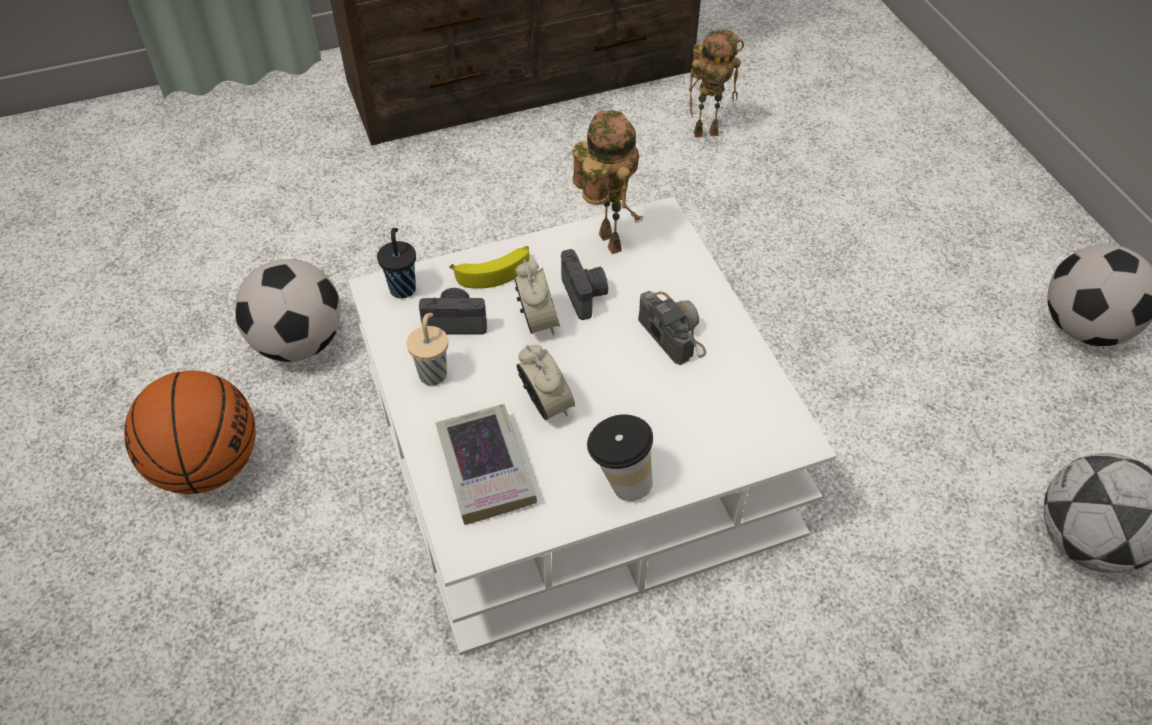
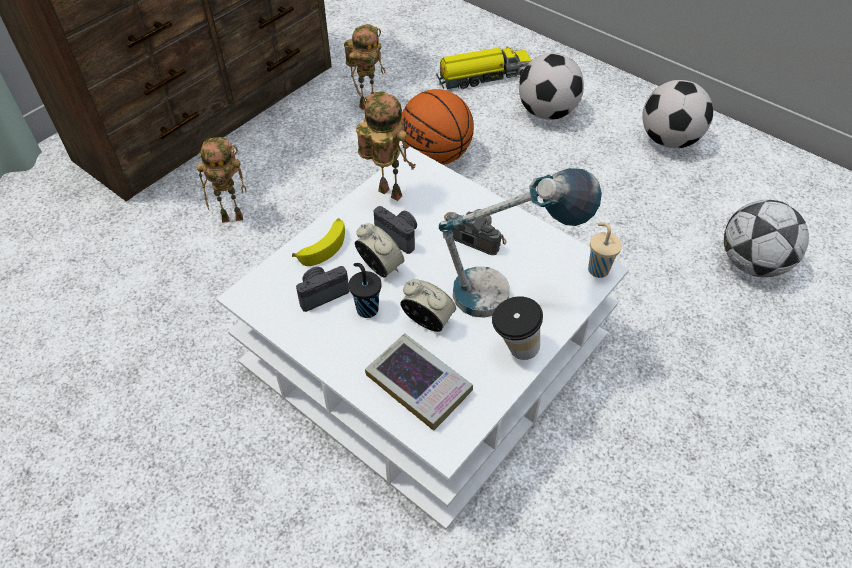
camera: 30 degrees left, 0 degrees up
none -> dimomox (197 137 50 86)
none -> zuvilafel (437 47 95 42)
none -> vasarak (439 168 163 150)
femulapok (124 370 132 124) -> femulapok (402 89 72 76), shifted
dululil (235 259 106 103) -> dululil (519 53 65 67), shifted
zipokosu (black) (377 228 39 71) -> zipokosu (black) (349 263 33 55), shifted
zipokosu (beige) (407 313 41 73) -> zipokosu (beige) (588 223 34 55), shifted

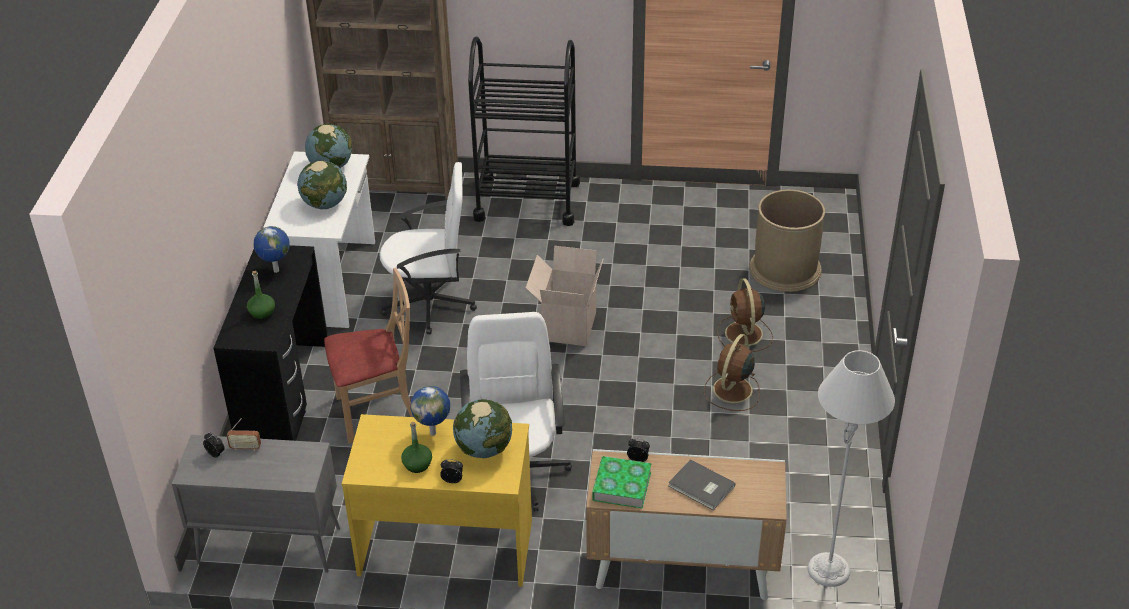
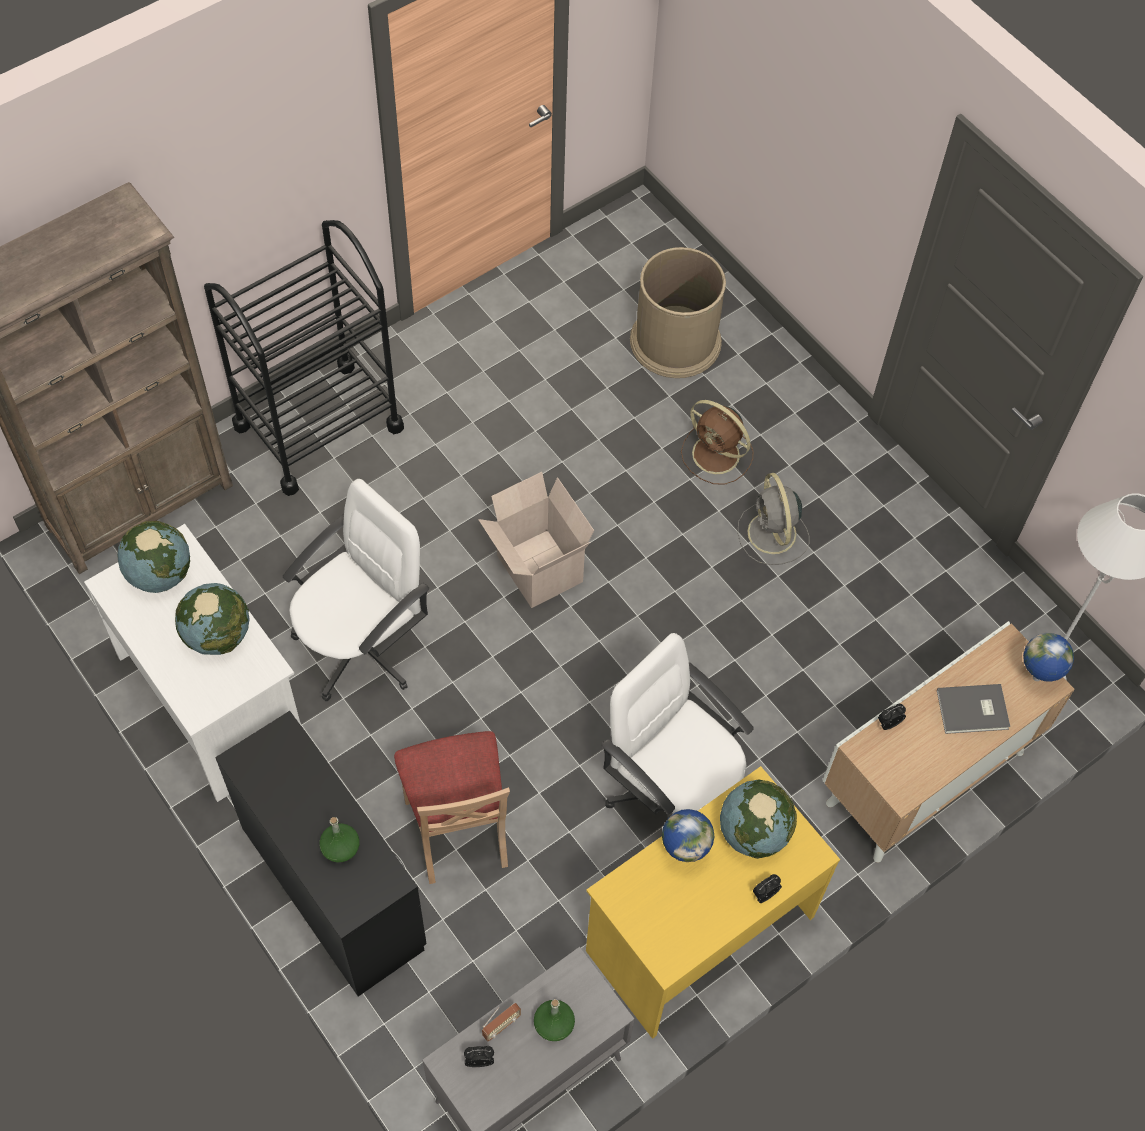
camera: 45 degrees left, 20 degrees up
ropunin (592 456 60 53) -> none
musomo (254 226 36 47) -> musomo (1023 633 51 49), shifted
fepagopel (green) (401 422 31 51) -> fepagopel (green) (534 999 41 42), shifted
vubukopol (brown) (704 334 56 77) -> vubukopol (grey) (737 473 73 92)
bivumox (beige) (324 268 89 175) -> bivumox (beige) (394 731 116 153), 135 degrees clockwise

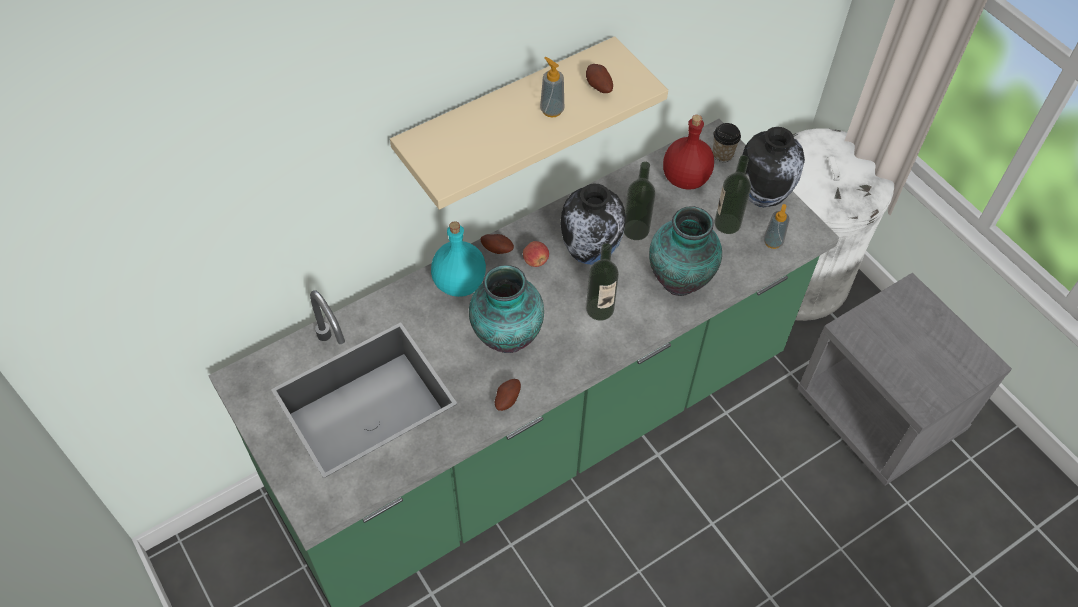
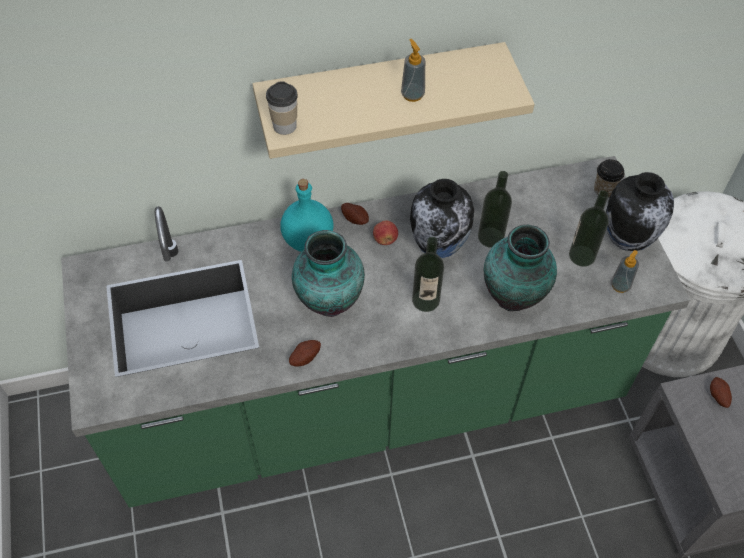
camera: 20 degrees right, 0 degrees up
fepagopel (red) (663 115 51 75) -> none
none -> zipokosu (266 81 32 54)
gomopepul (586 64 27 29) -> gomopepul (710 377 22 31), shifted

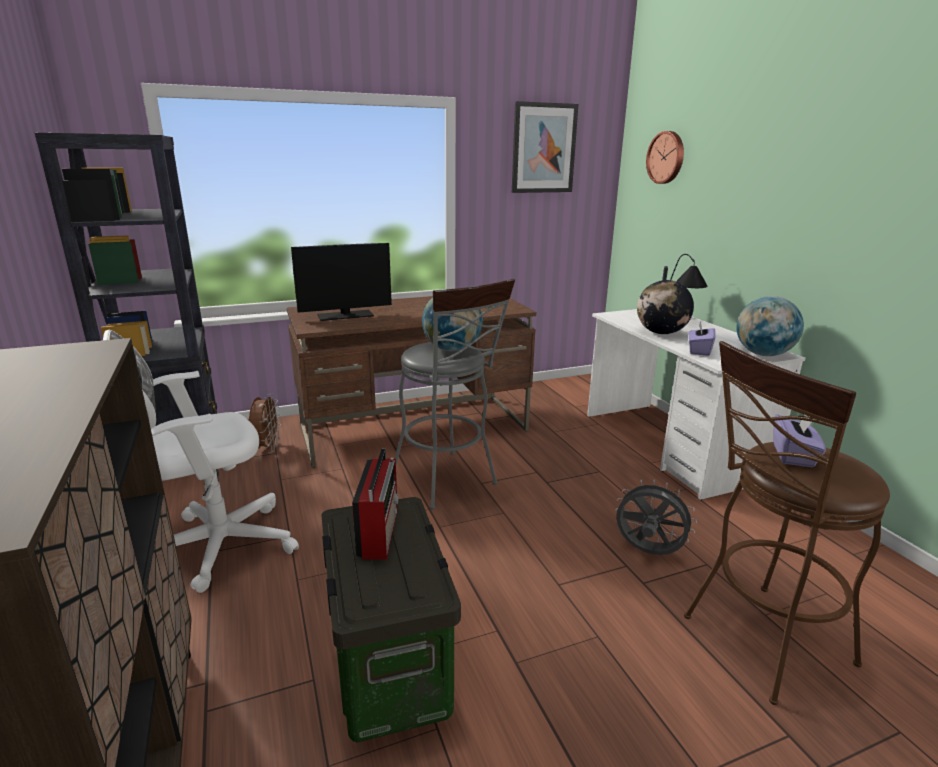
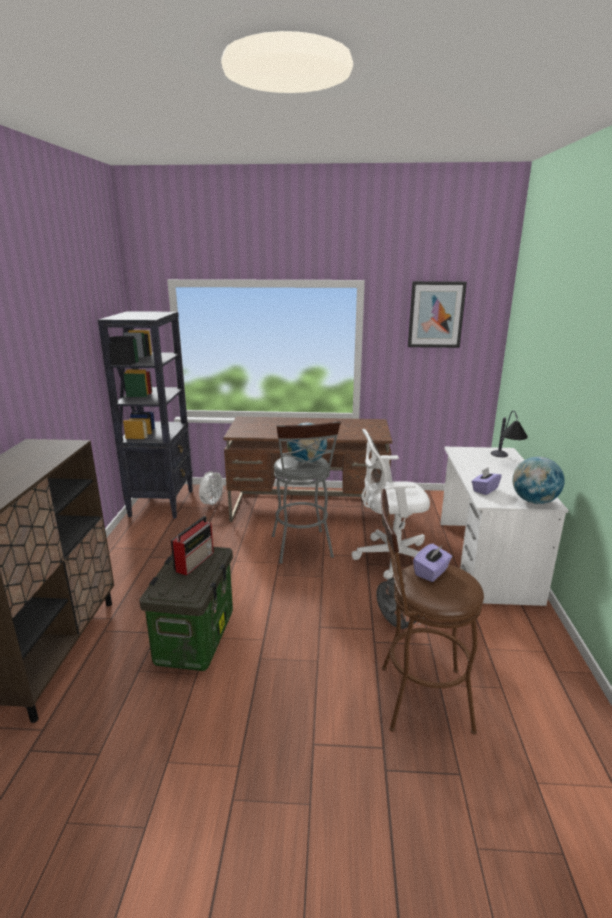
camera: 25 degrees right, 0 degrees up
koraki (291 243 101 78) -> none
musomo (637 280 57 54) -> none
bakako (646 131 38 53) -> none
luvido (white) (103 330 196 263) -> luvido (white) (351 429 79 151), shifted
vubukopol (brown) (248 393 33 60) -> vubukopol (white) (199 470 27 38)

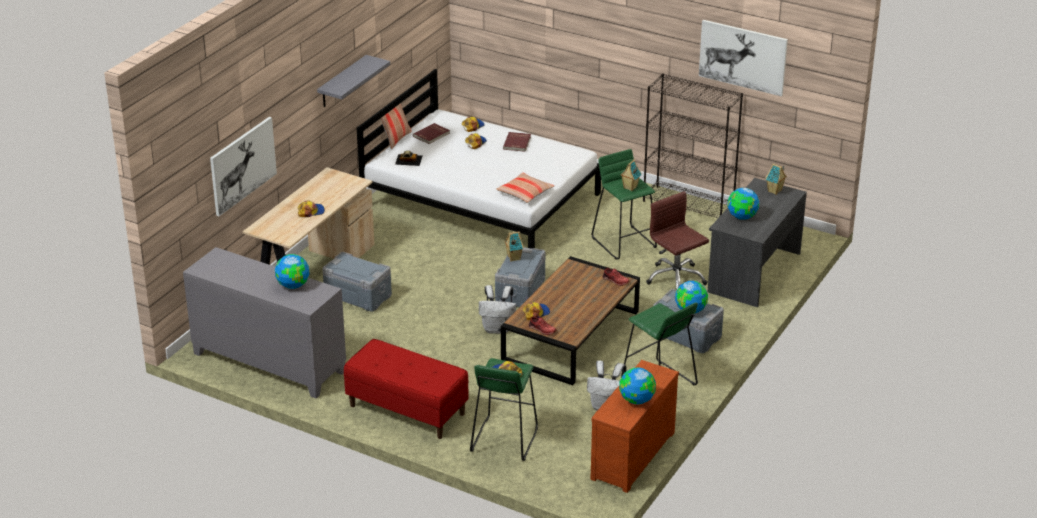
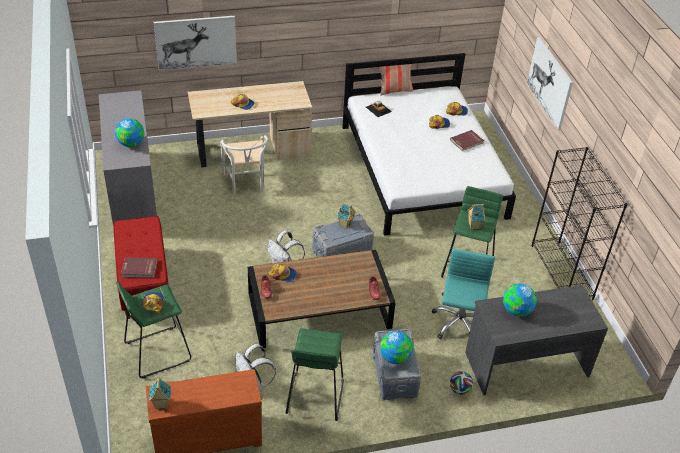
camera: 45 degrees right, 10 degrees up
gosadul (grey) (317 55 73 52) -> none
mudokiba (496 173 58 30) -> none
musomo (619 367 37 37) -> none
none -> dululil (450 371 23 24)
ropunin (red) (413 123 37 21) -> ropunin (red) (121 257 37 21), shifted
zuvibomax (699 20 89 76) -> zuvibomax (527 37 46 93), shifted
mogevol (765 163 22 32) -> mogevol (149 377 22 32), shifted
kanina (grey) (322 252 70 60) -> bivumox (white) (220 135 48 59)
luvido (brown) (646 191 63 99) -> luvido (turquoise) (432 249 63 90)

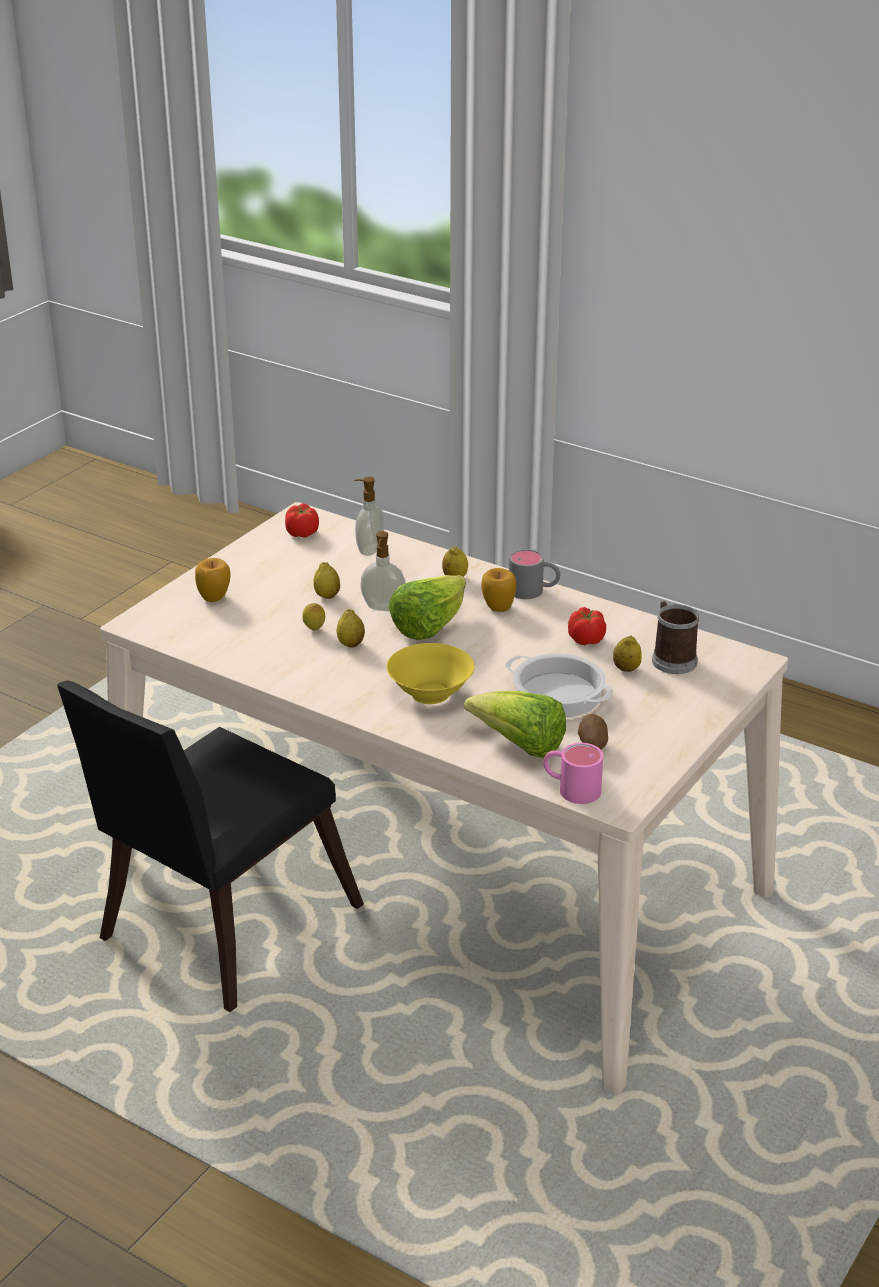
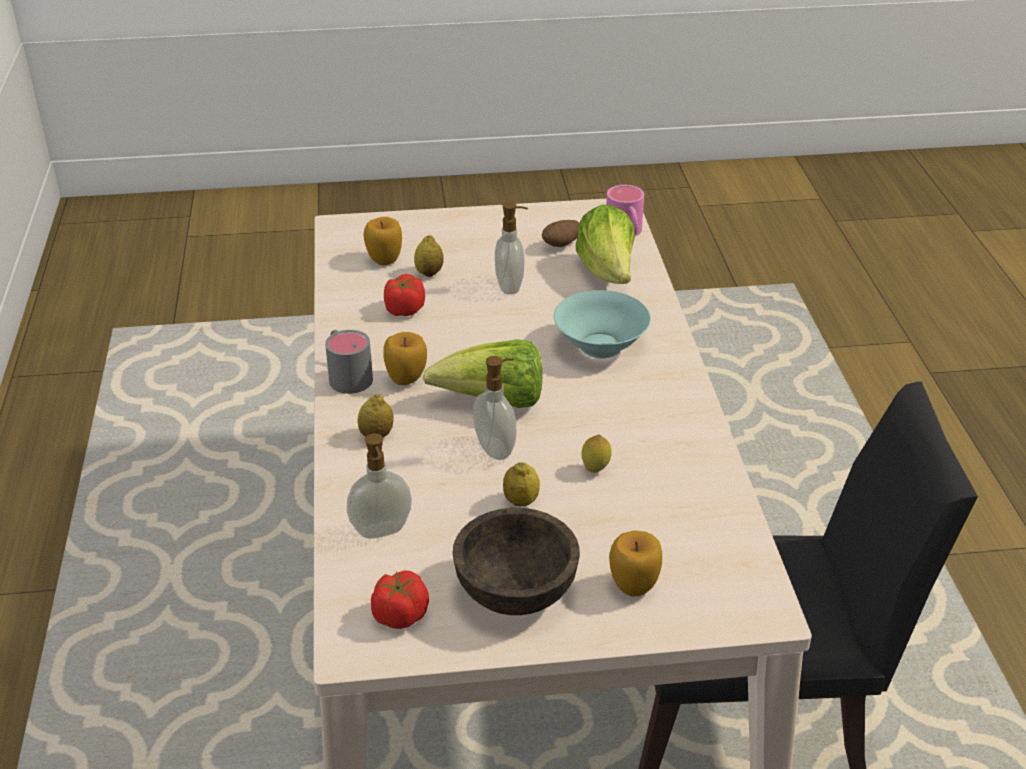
camera: 130 degrees left, 5 degrees up
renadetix (337 609 28 39) -> none
none -> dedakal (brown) (453 508 127 107)
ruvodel (505 653 109 65) -> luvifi (495 202 33 93)
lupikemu (652 601 47 73) -> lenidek (363 217 39 48)
dedakal (yellow) (386 643 89 61) -> dedakal (turquoise) (554 290 97 68)

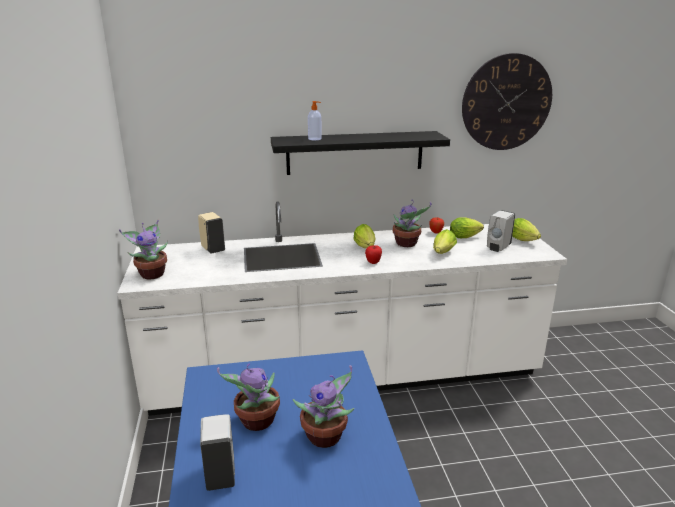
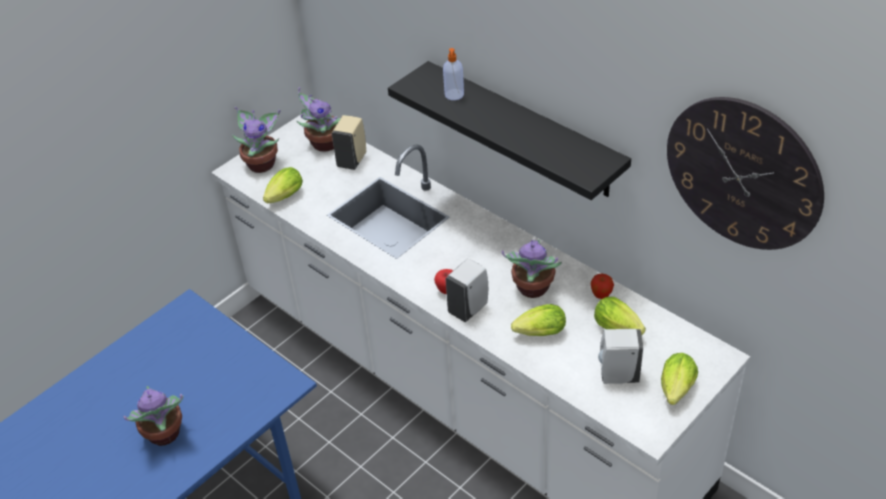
camera: 55 degrees right, 20 degrees up
luvifi (white) (200 414 35 77) -> luvifi (white) (445 258 43 64), shifted
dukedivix (217 363 63 68) -> dukedivix (297 87 50 65), shifted
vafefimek (353 224 23 24) -> vafefimek (263 167 40 36), shifted

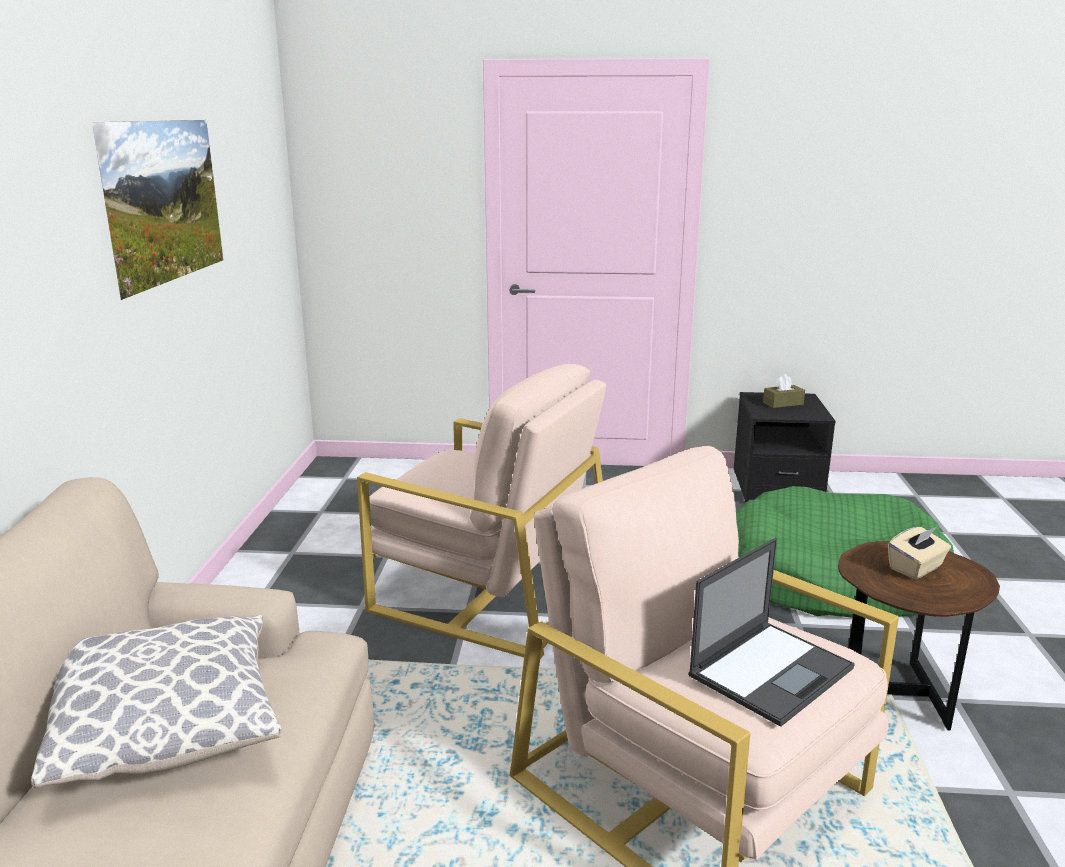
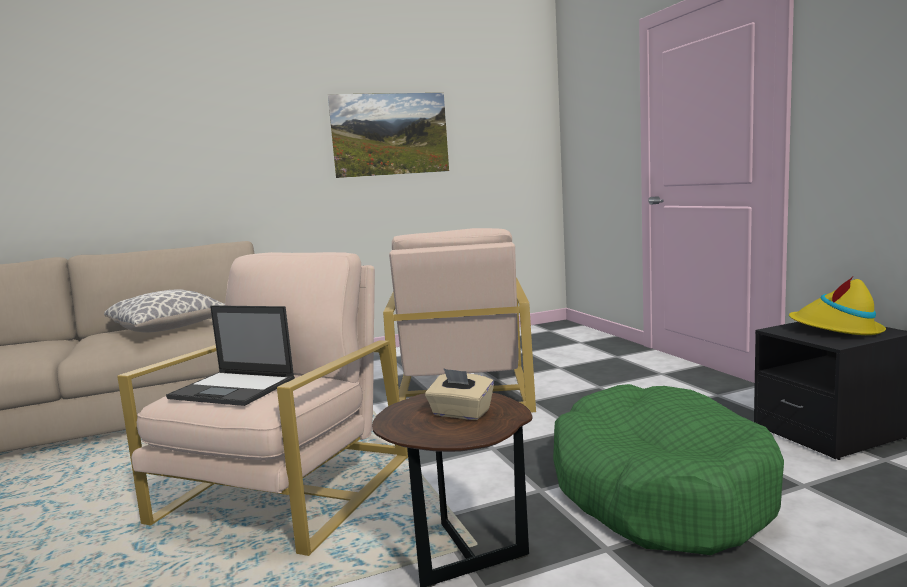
camera: 65 degrees right, 10 degrees down
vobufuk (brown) (763 374 42 34) -> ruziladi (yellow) (789 276 97 59)

